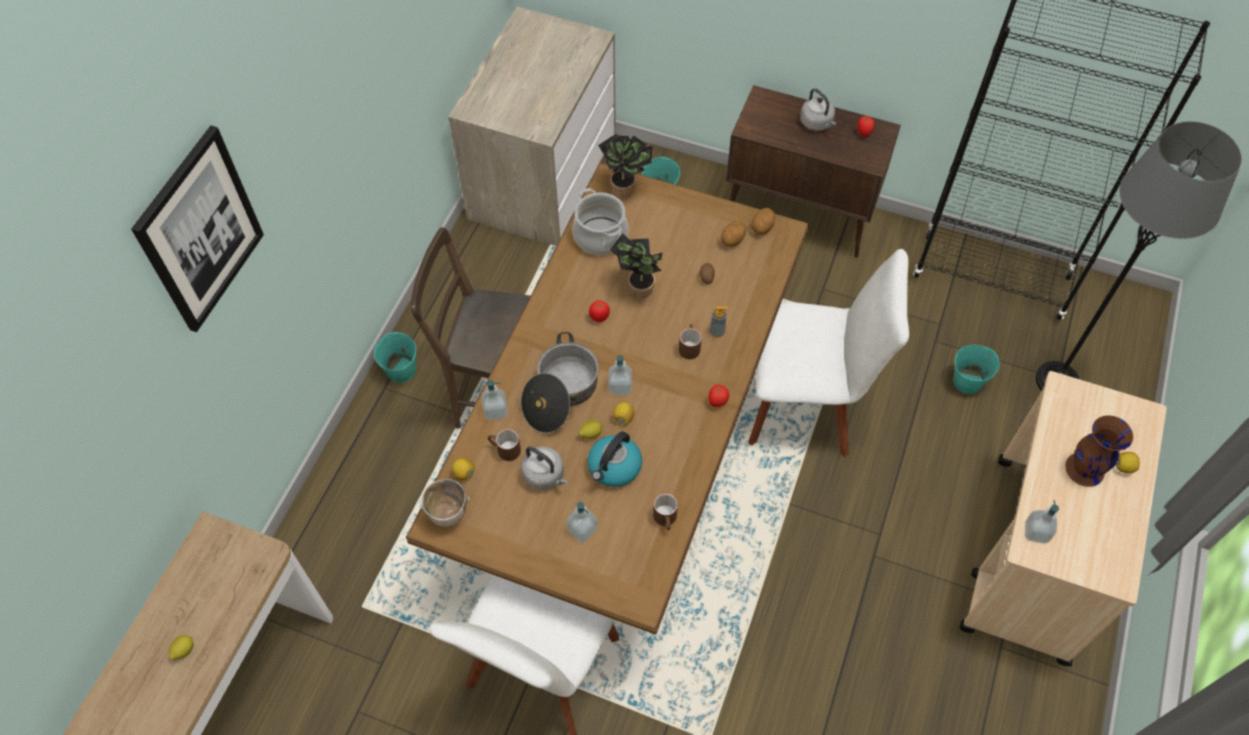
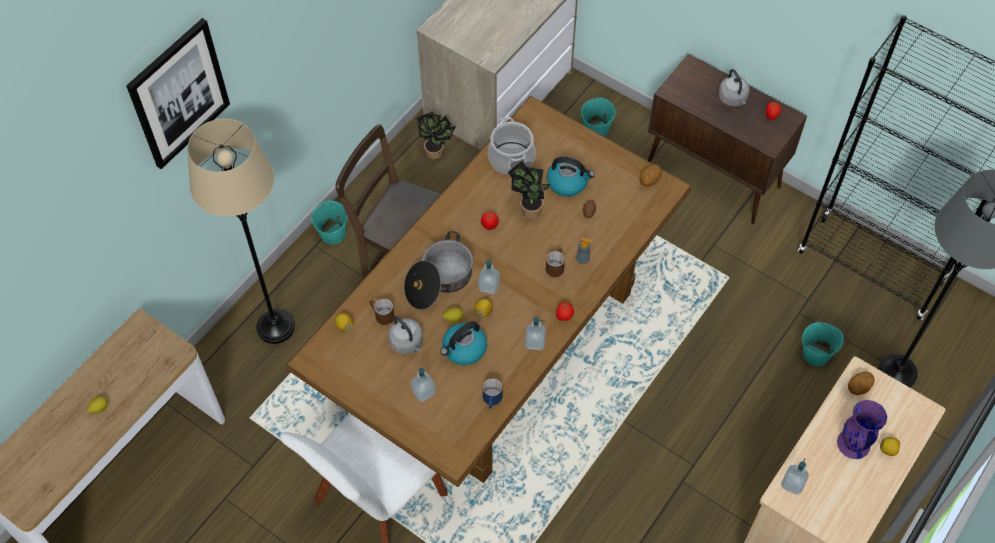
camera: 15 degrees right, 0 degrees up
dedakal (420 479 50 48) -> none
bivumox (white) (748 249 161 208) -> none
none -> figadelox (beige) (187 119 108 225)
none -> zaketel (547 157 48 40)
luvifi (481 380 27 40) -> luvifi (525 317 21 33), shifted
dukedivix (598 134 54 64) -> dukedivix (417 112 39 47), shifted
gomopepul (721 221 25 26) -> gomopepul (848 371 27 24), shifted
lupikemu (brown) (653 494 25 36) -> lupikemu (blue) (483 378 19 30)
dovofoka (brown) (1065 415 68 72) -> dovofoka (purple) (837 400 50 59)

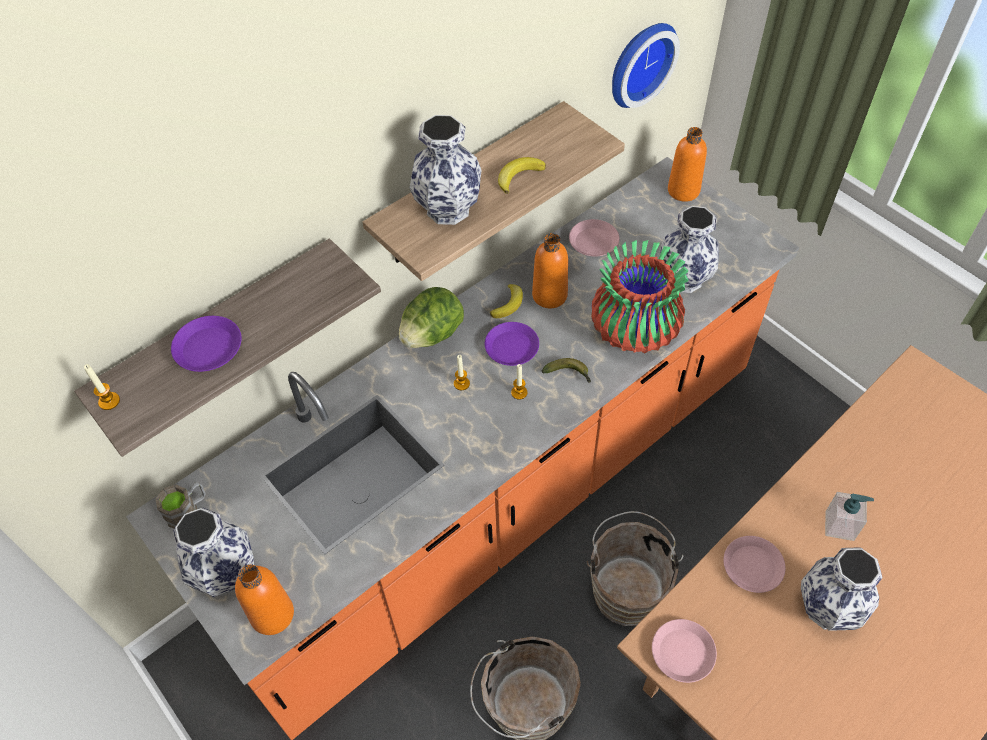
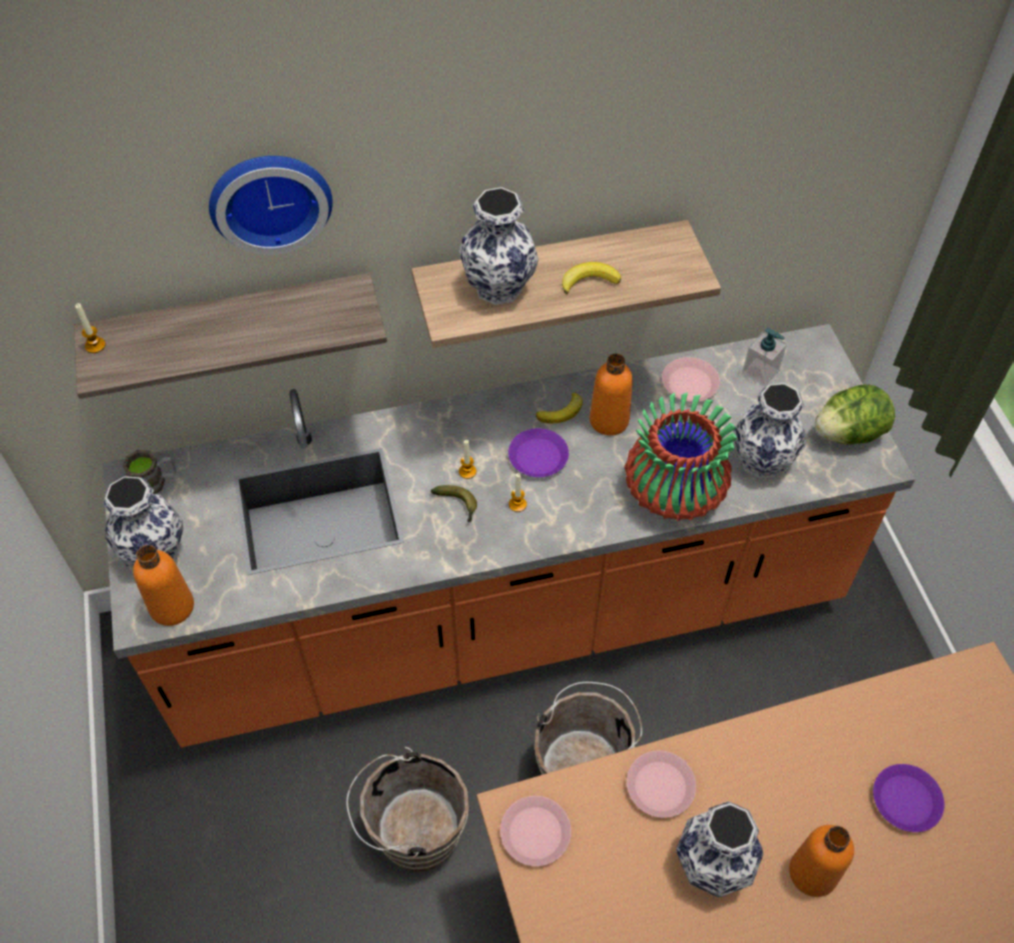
camera: 25 degrees right, 0 degrees up
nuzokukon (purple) (171 316 71 56) -> nuzokukon (purple) (873 764 71 68), shifted
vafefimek (399 287 65 61) -> vafefimek (814 384 81 60), shifted
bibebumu (542 358 49 25) -> bibebumu (431 485 46 37), shifted
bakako (612 23 68 85) -> bakako (209 156 124 99), shifted
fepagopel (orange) (668 127 39 75) -> fepagopel (orange) (789 825 65 72), shifted
luvifi (825 492 49 49) -> luvifi (742 328 45 59), shifted

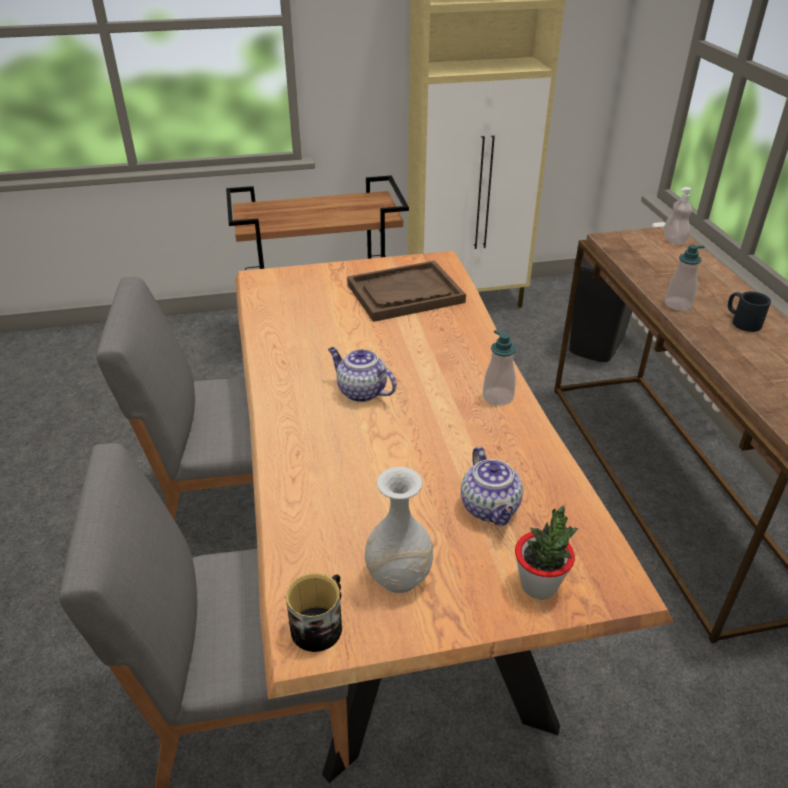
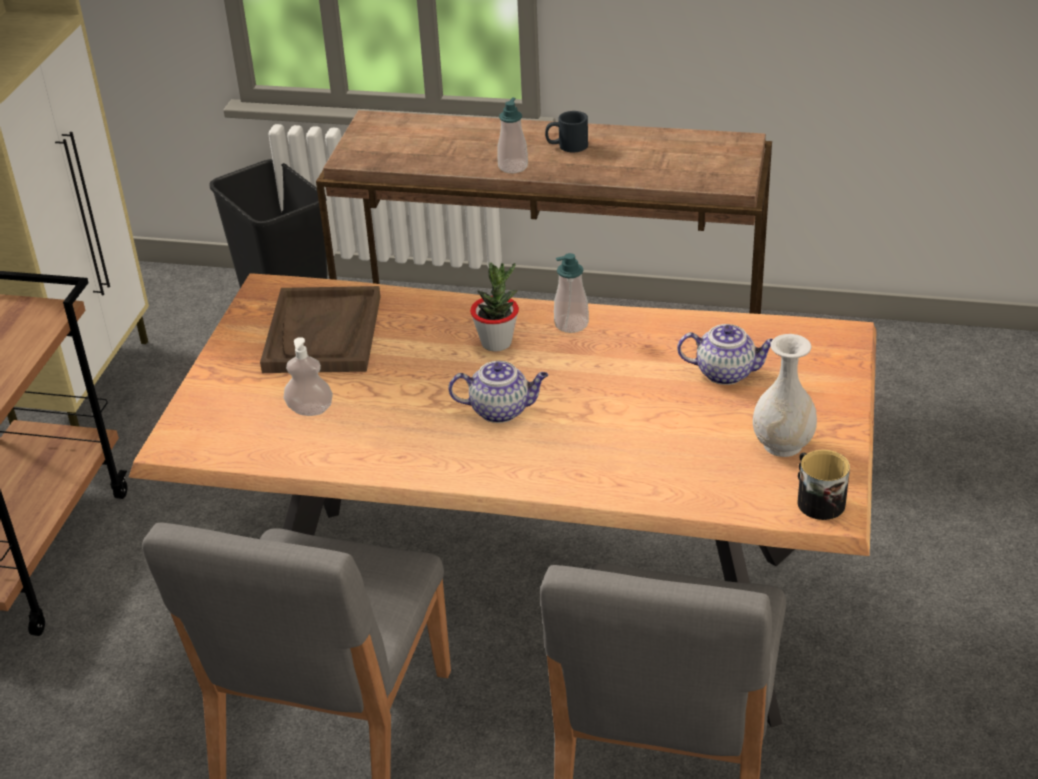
camera: 65 degrees left, 0 degrees up
dukedivix (515 505 63 94) -> dukedivix (470 262 49 90), shifted
luvifi (664 187 28 58) -> luvifi (284 337 49 79), shifted
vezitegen (328 347 68 55) -> vezitegen (448 361 100 62), 150 degrees counterclockwise

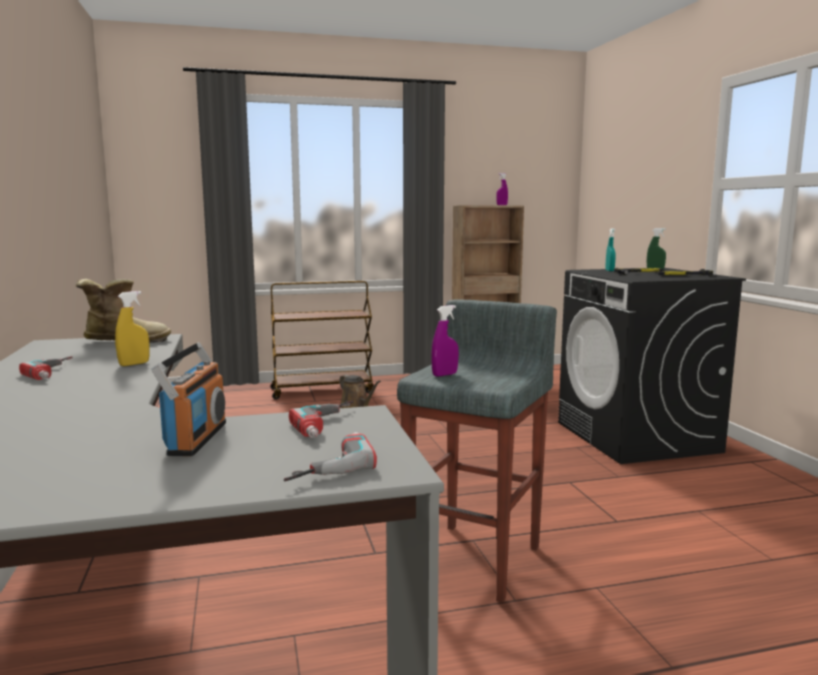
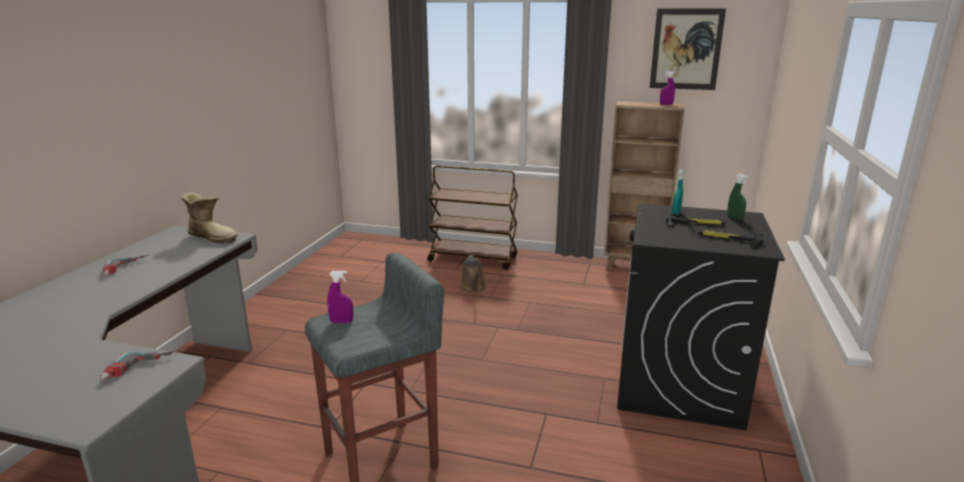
camera: 30 degrees right, 10 degrees up
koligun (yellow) (115 291 34 75) -> none
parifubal (151 342 75 114) -> none
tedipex (284 432 93 49) -> none
none -> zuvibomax (650 8 76 82)

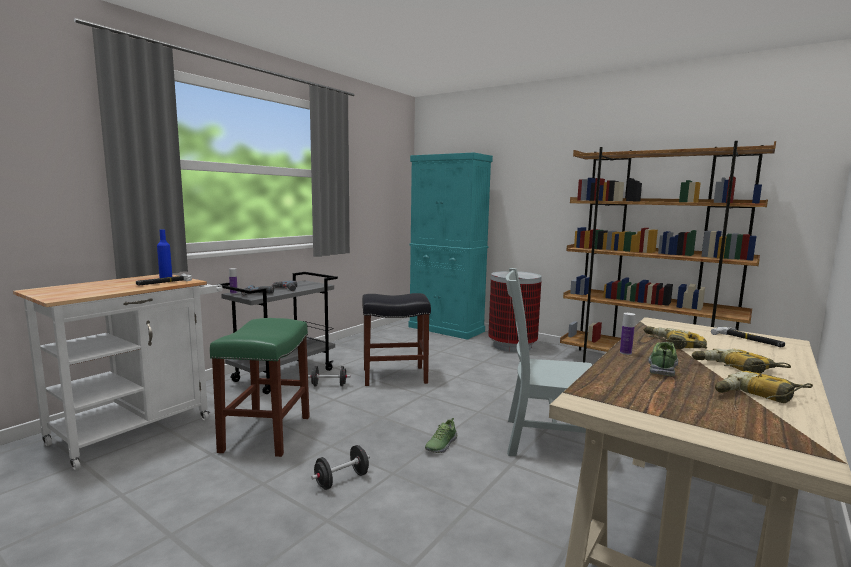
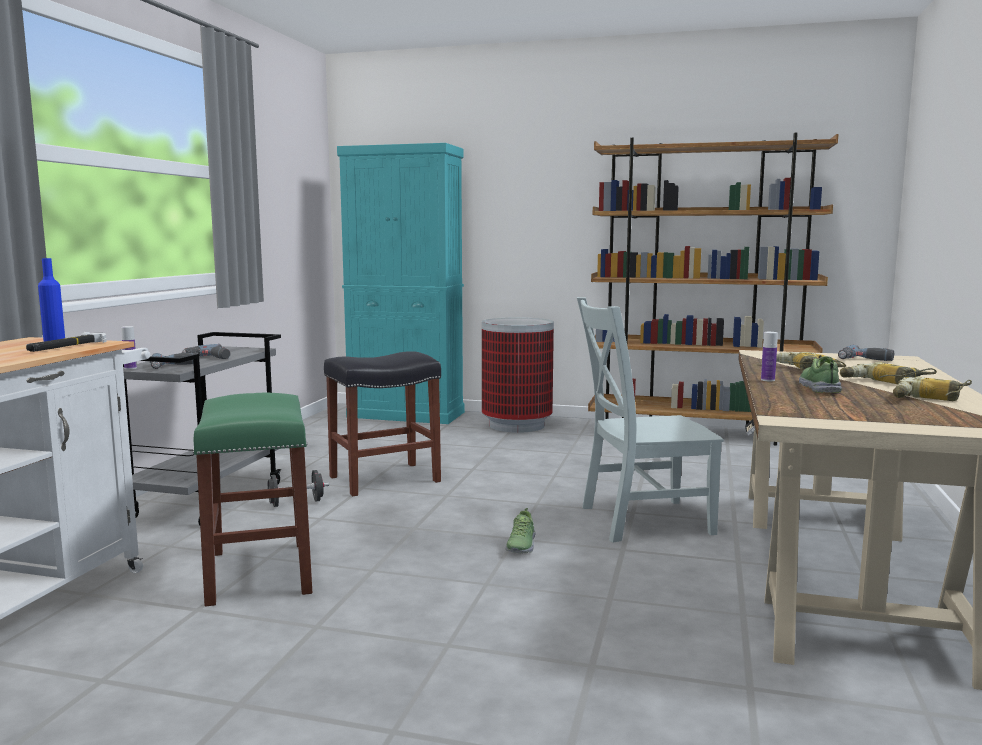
camera: 20 degrees left, 0 degrees up
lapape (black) (311 445 59 45) -> none
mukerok (711 327 74 20) -> tedipex (838 345 56 16)

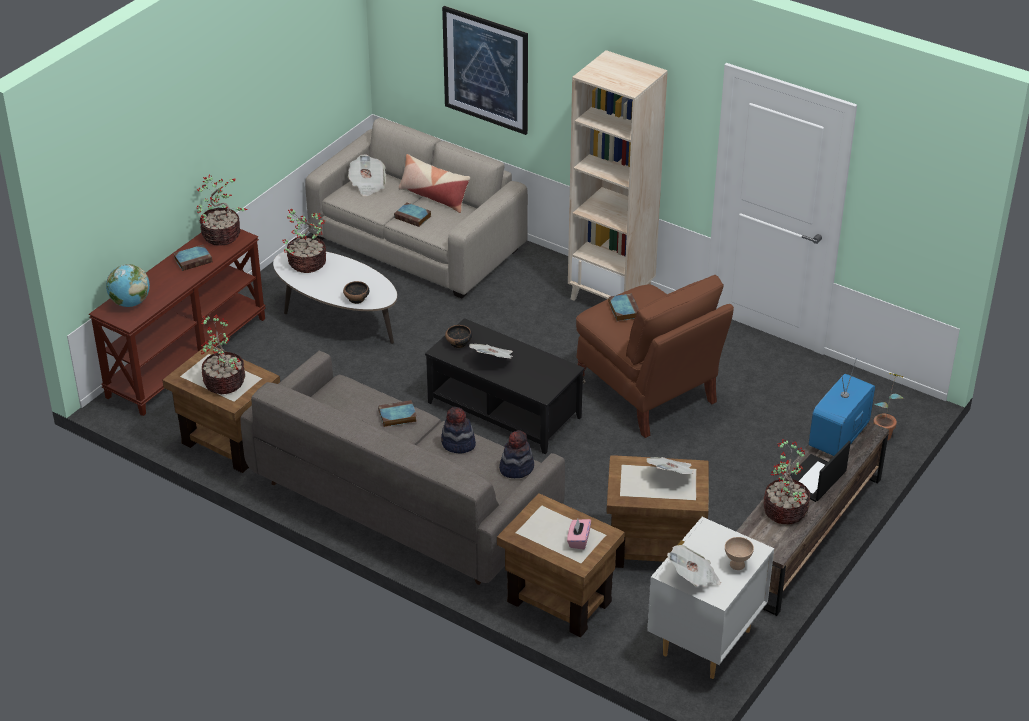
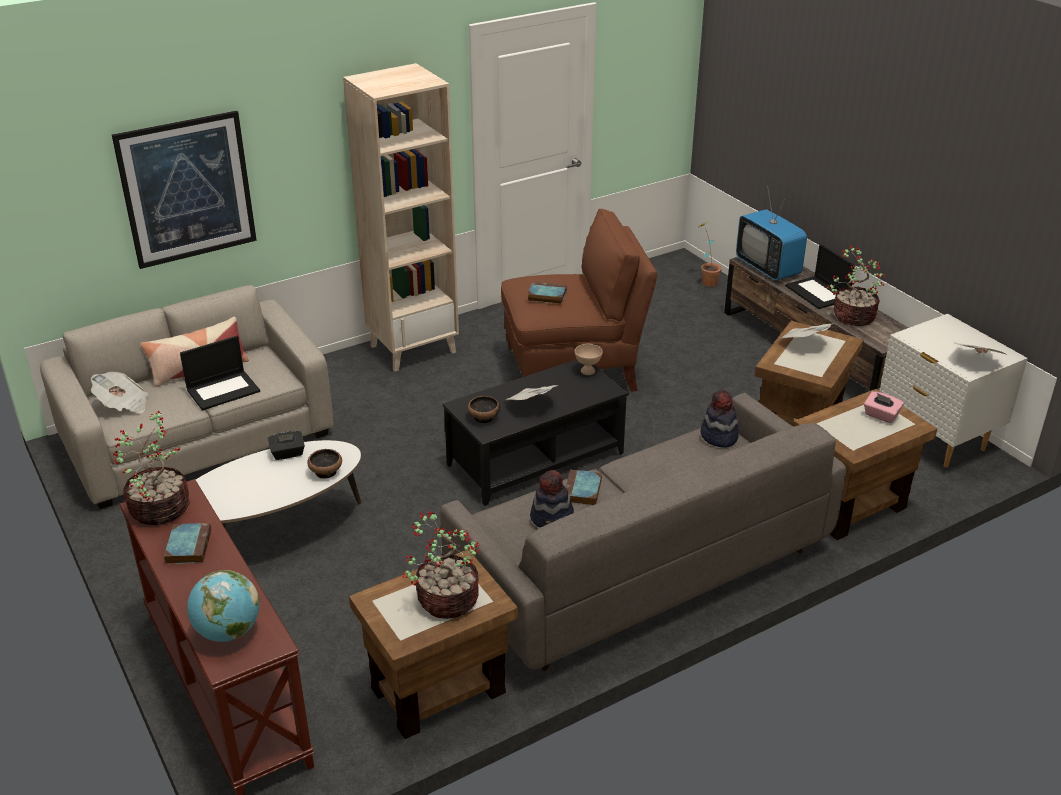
camera: 65 degrees left, 5 degrees down
dukedivix (283 209 43 64) -> none
none -> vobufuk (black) (268 431 37 29)
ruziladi (441 407 35 46) -> ruziladi (530 470 44 58), shifted
dedakal (beige) (725 537 29 33) -> dedakal (beige) (575 344 28 31), shifted
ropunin (394 203 37 24) -> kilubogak (180 336 80 75)

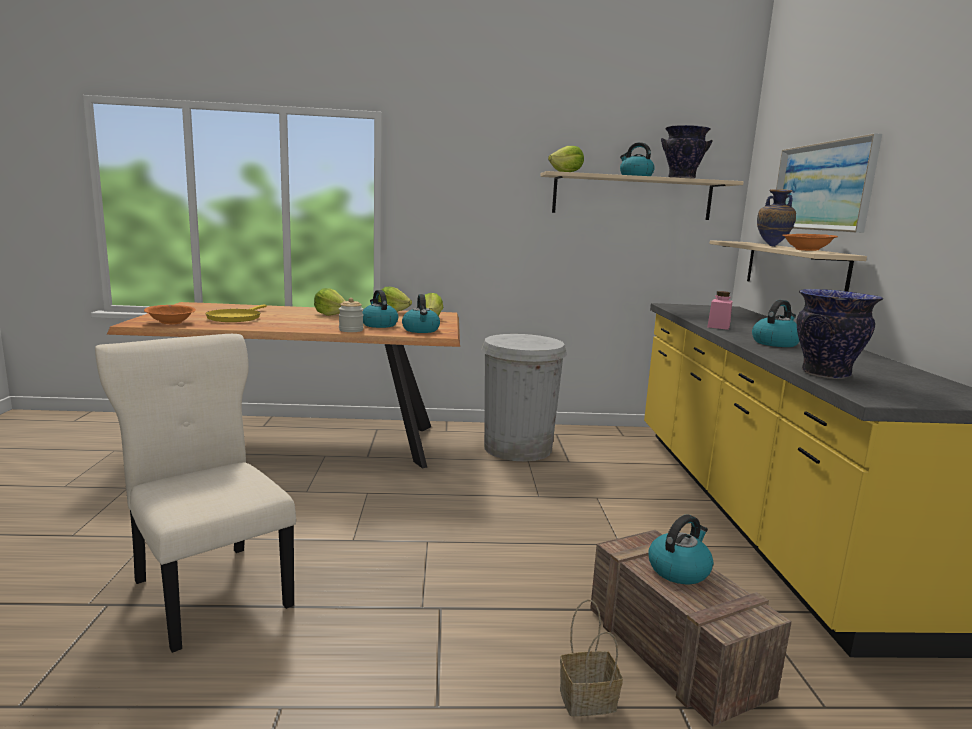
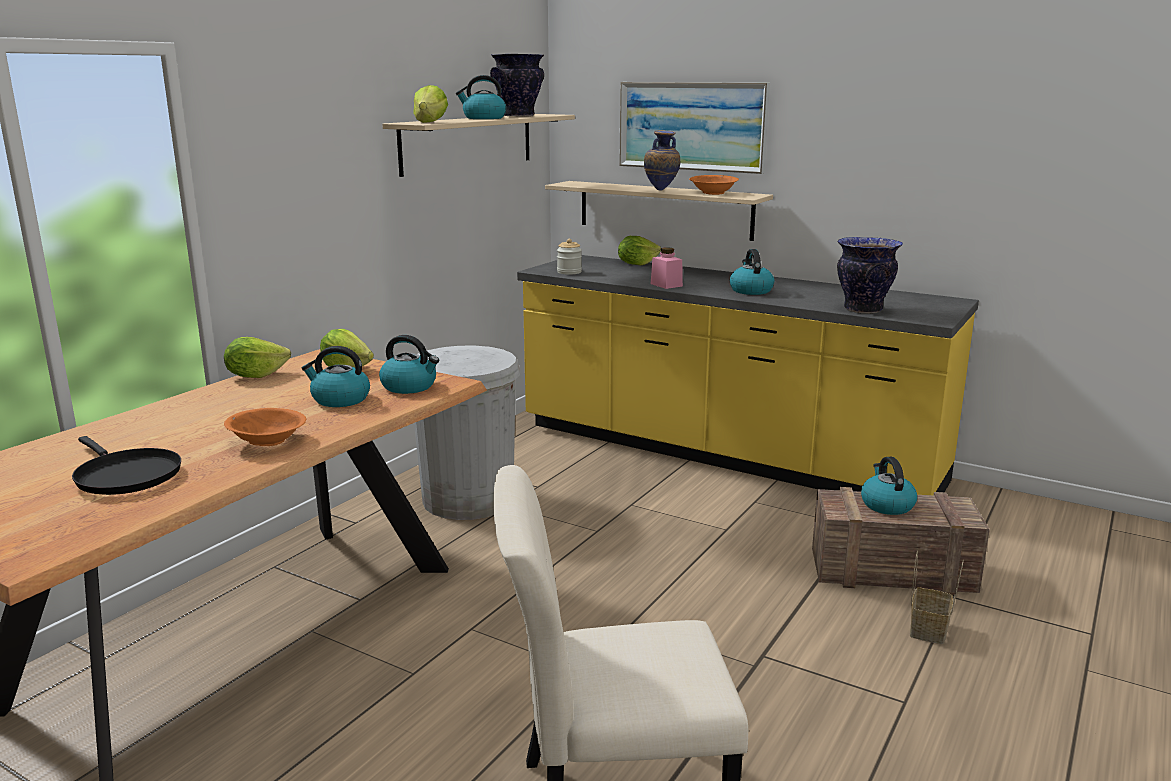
camera: 55 degrees left, 5 degrees up
dedakal (orange) (144 305 52 19) -> dedakal (orange) (224 408 82 38), shifted
vafefimek (314 288 31 28) -> vafefimek (618 236 43 29), shifted
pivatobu (339 298 24 34) -> pivatobu (557 239 25 36), shifted
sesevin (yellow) (205 305 62 17) -> sesevin (black) (72 436 109 59)

